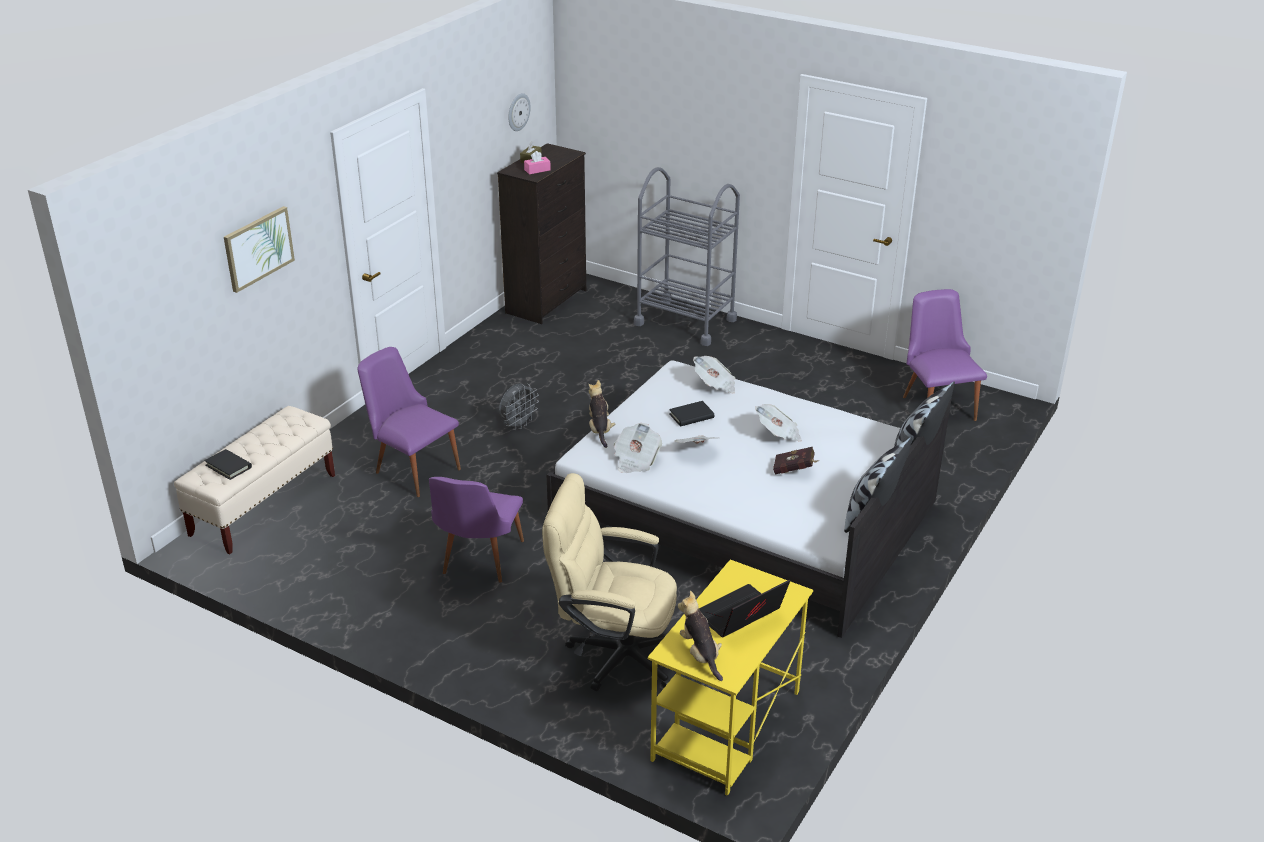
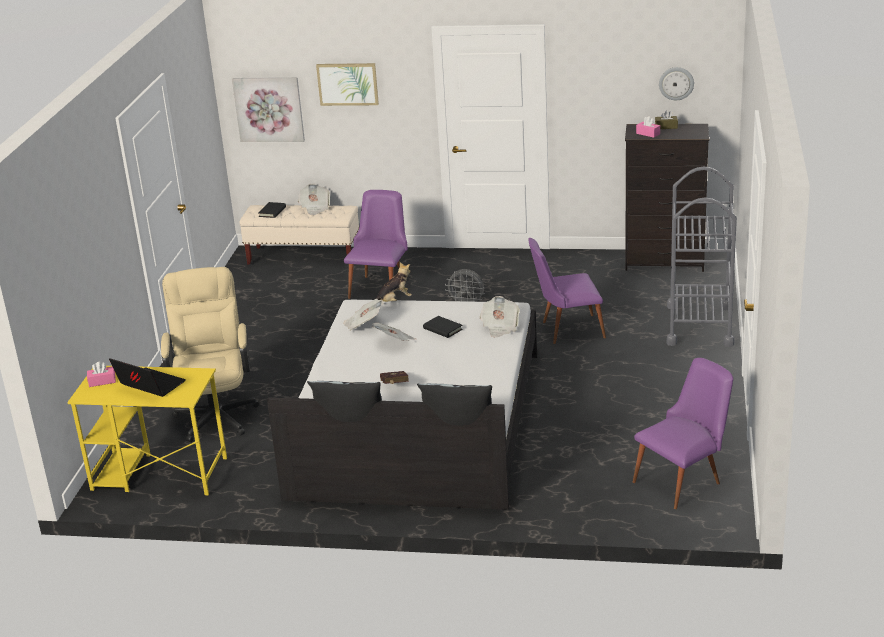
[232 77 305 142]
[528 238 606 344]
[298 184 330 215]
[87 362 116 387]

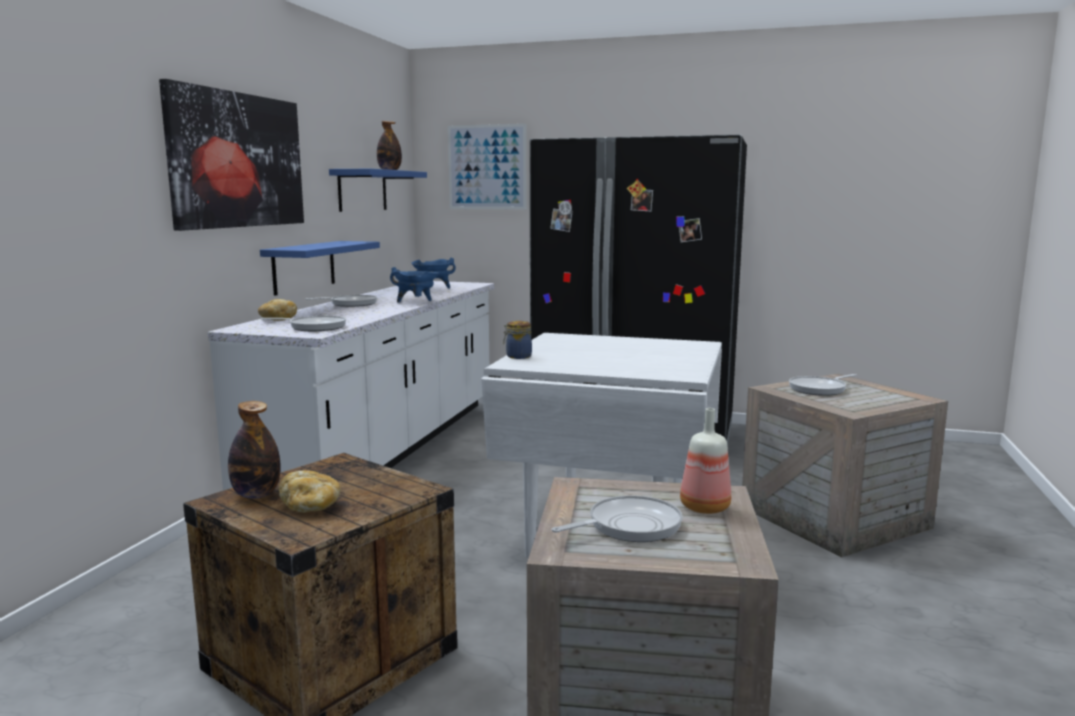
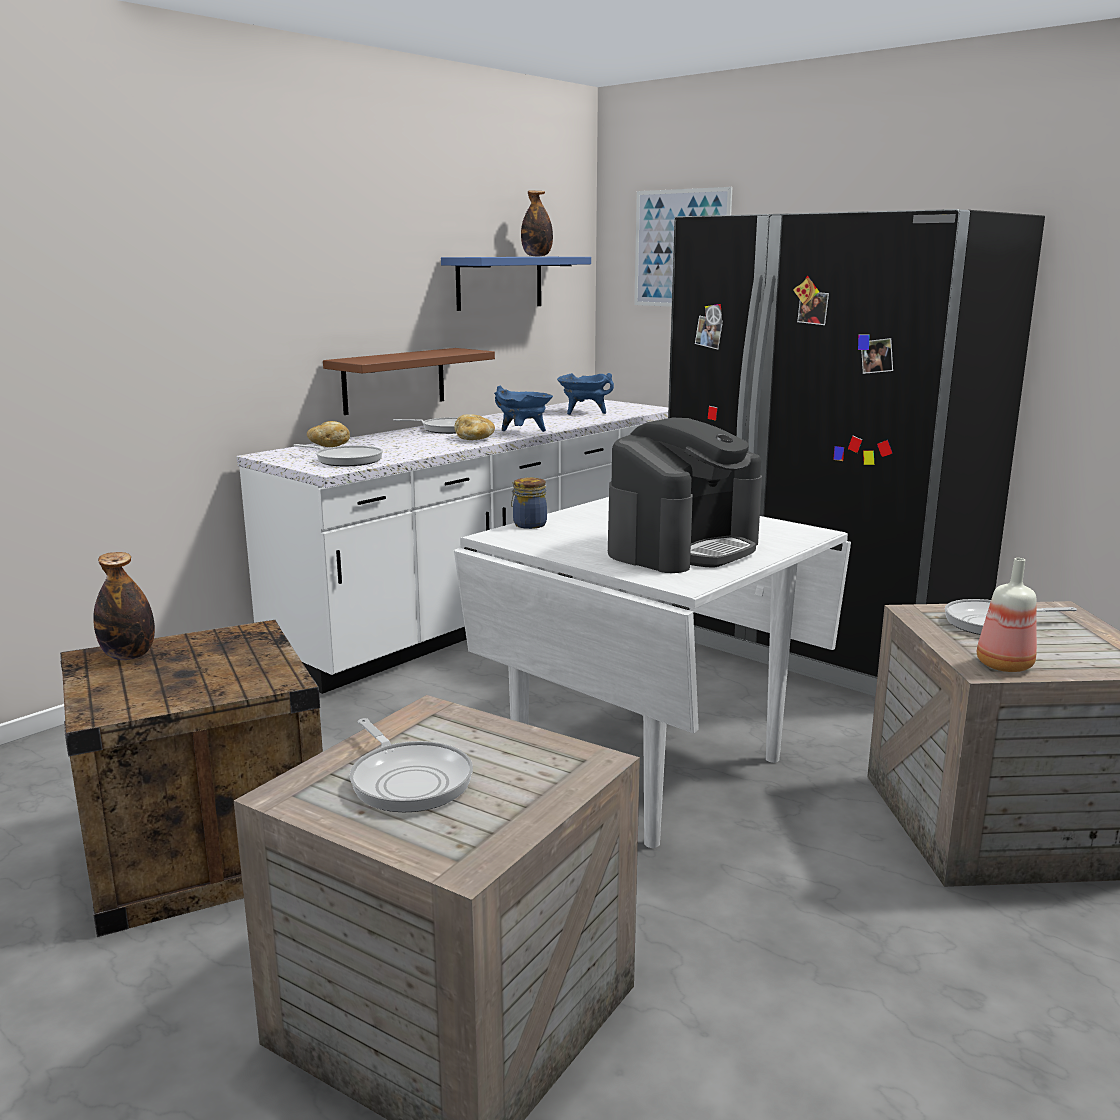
[159 79 304 231] (first image)
[608 418 762 573]
[454 414 495 440]
[977 558 1037 672]
[323 348 495 415]
[350 718 473 812]

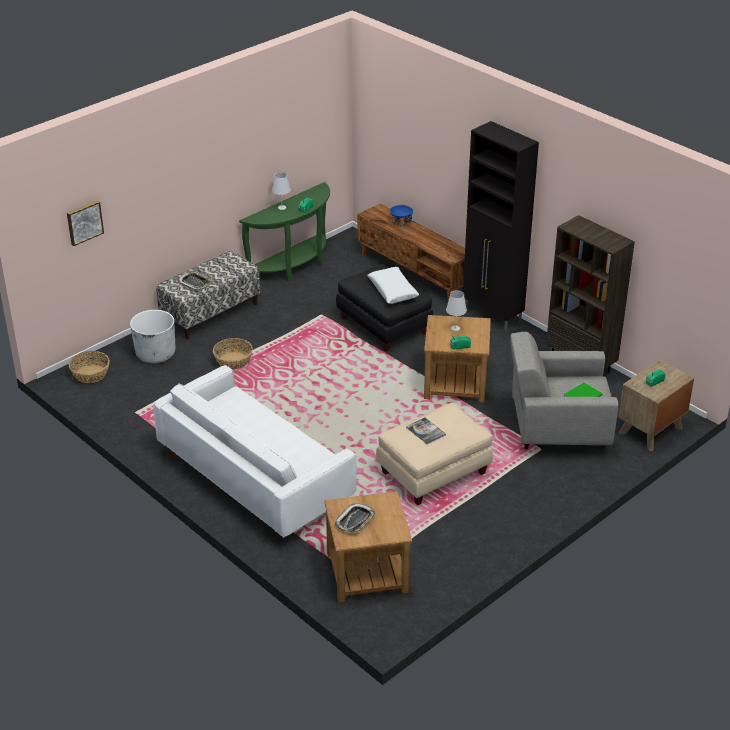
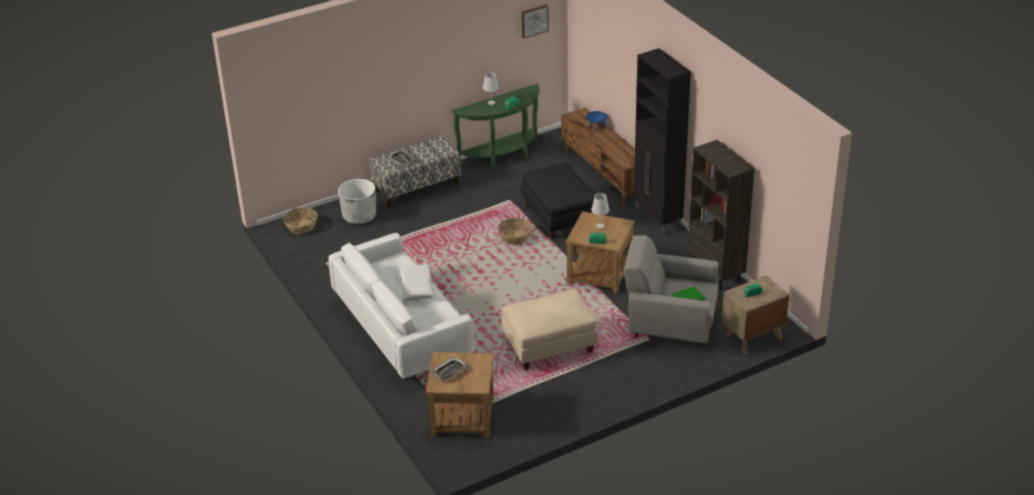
[406 418 446 444] (first image)
[522 4 549 38]
[498 218 532 245]
[399 264 435 301]

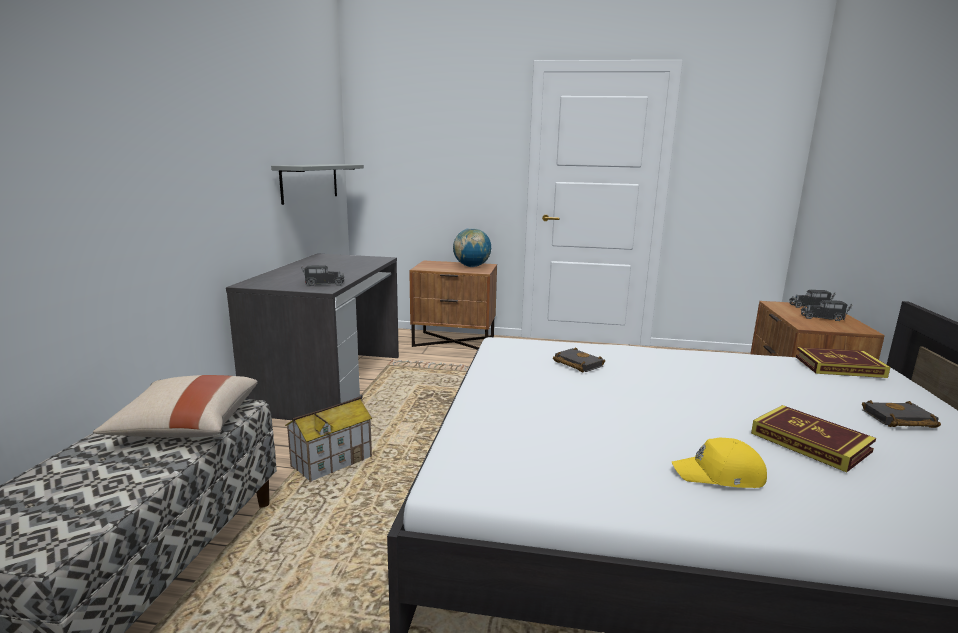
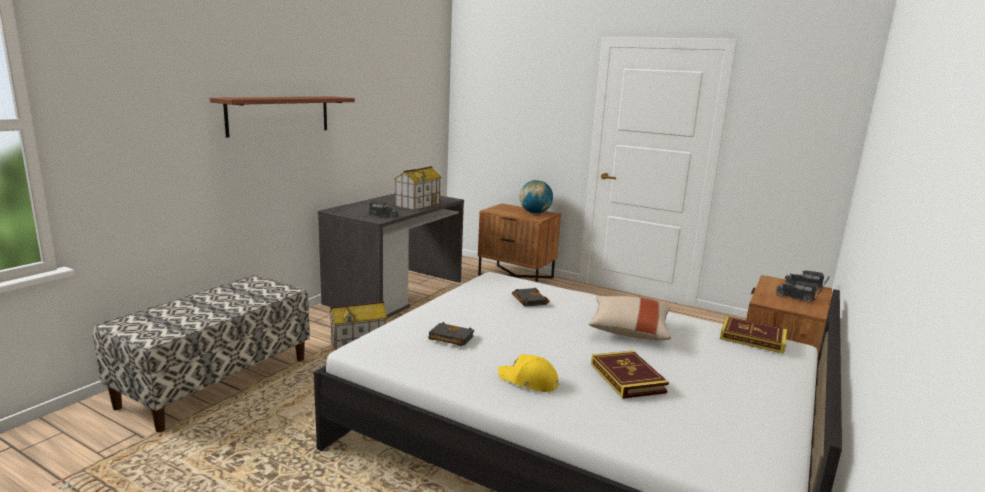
[271 164 364 205] (first image)
[210 97 355 138]
[394 166 442 210]
[588 296 671 340]
[428 322 474 346]

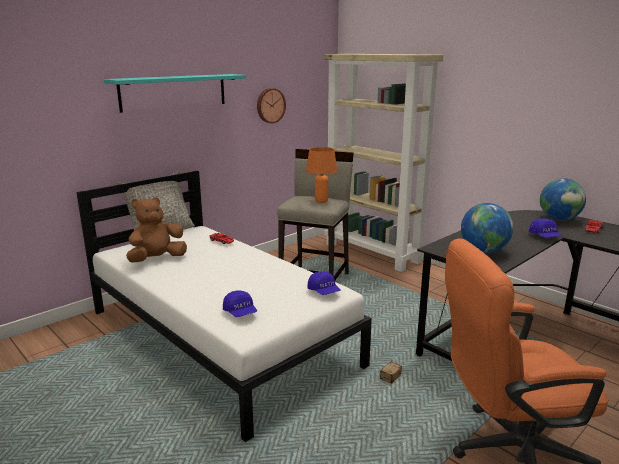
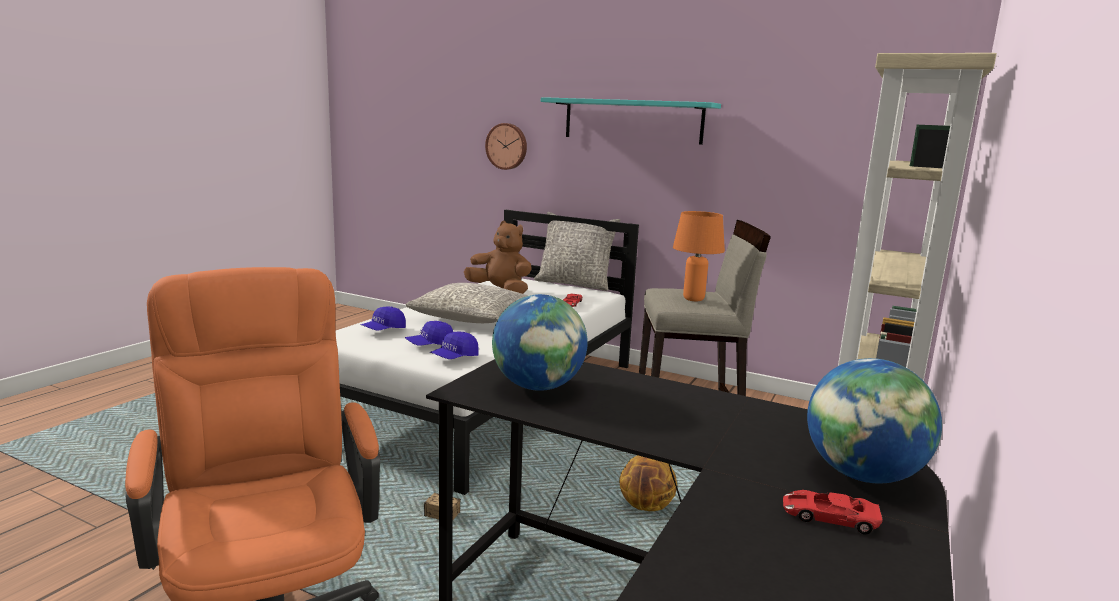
[406 283 529 323]
[619 455 677 511]
[485 123 527 170]
[405 321 453 346]

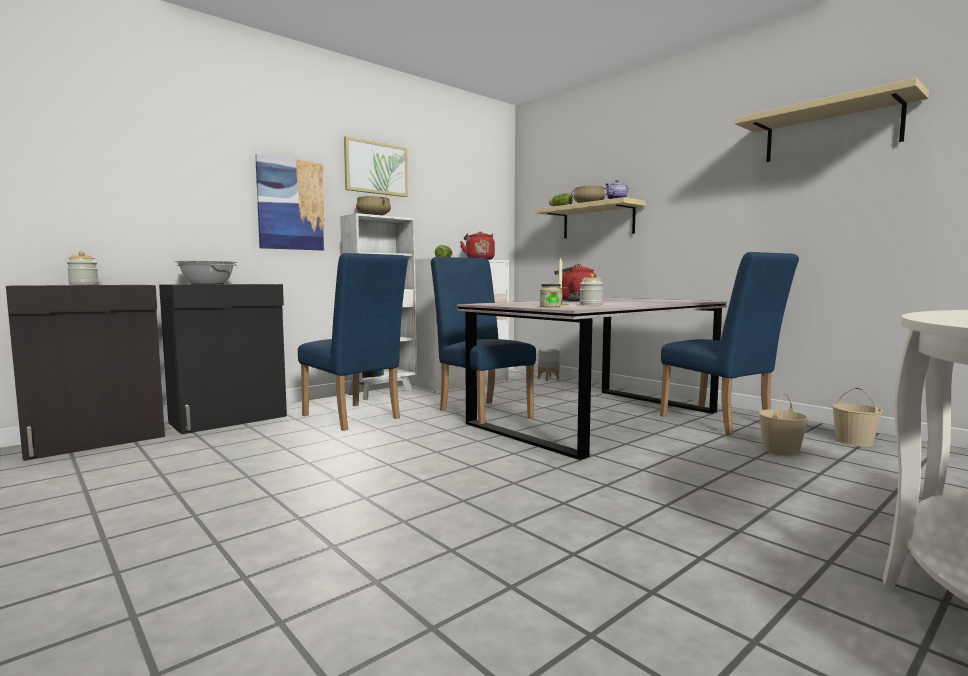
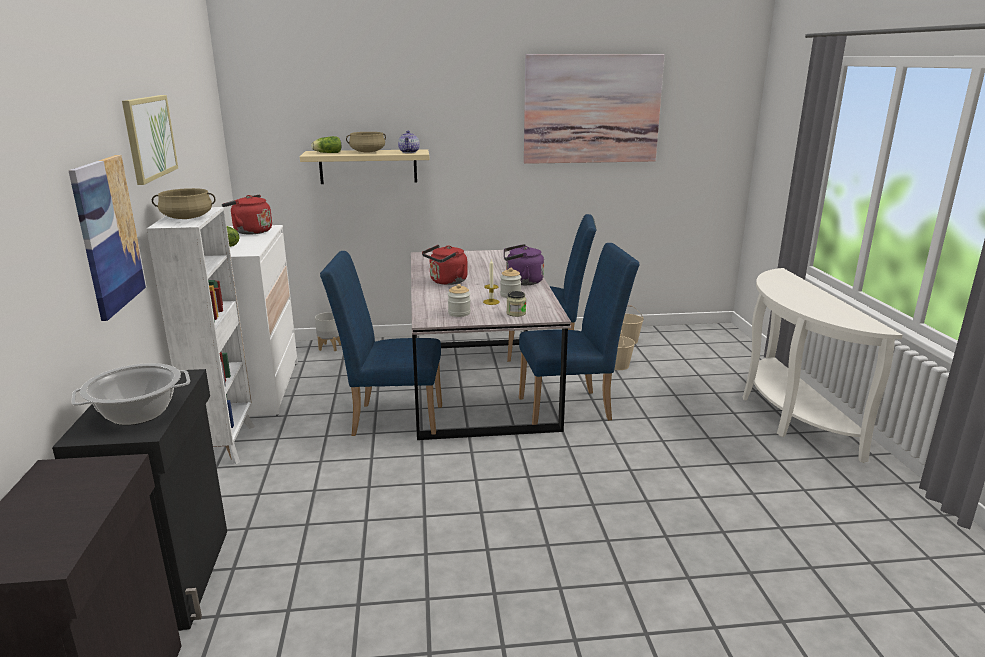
[504 244 544 285]
[448 284 471 317]
[519 243 640 425]
[524 54 665 164]

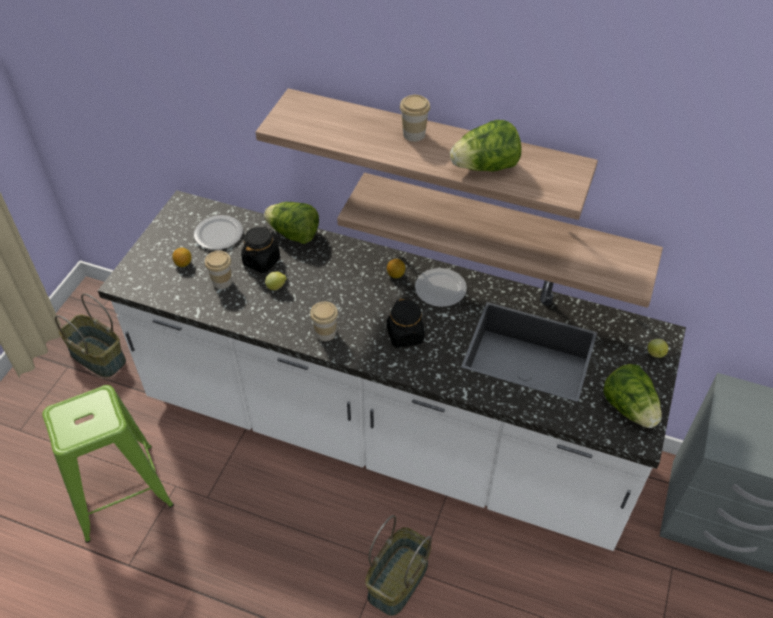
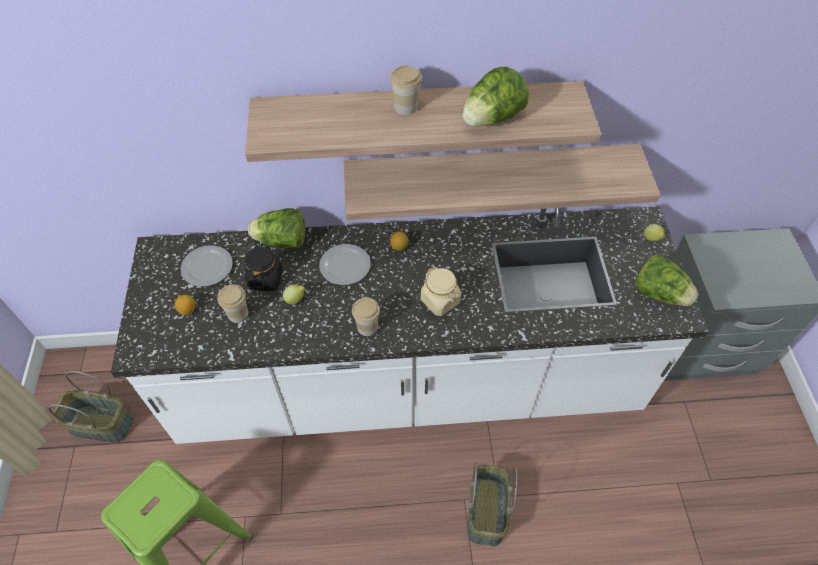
[319 244 370 285]
[421 267 461 316]

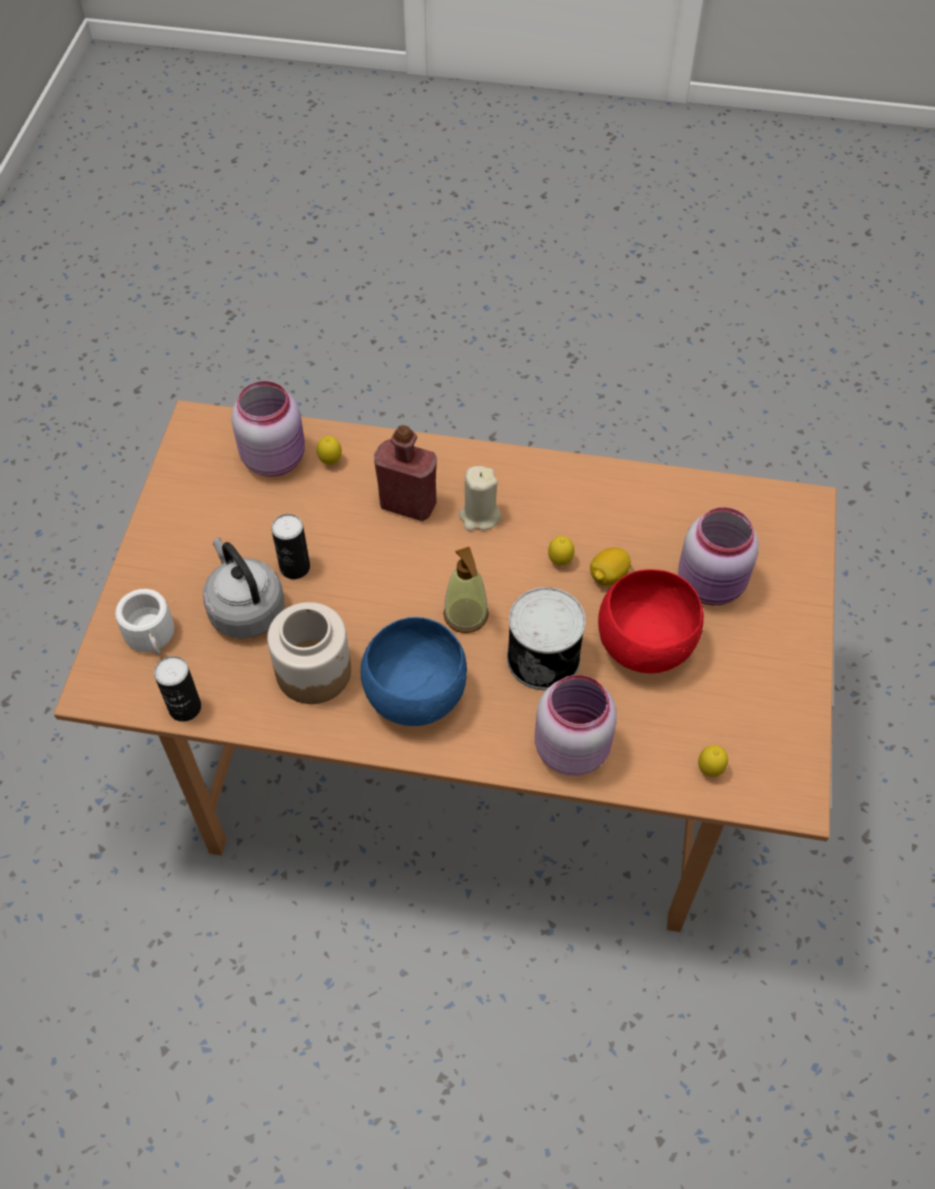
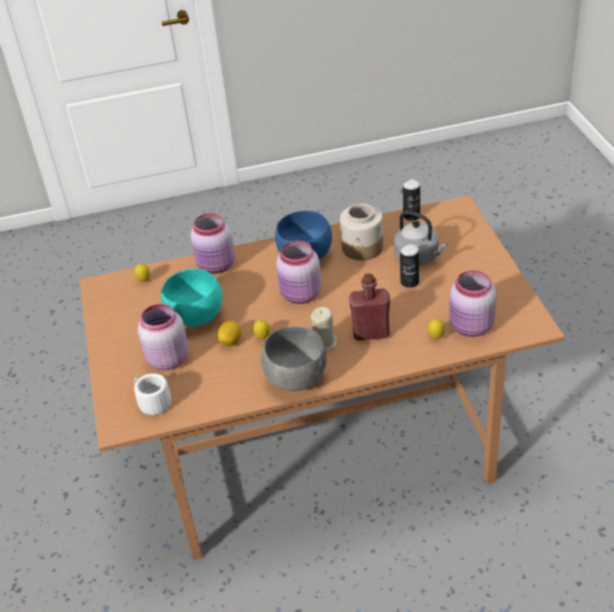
[507 587 586 690] (first image)
[261 327 327 391]
[134 373 172 425]
[276 241 321 304]
[161 269 222 327]

